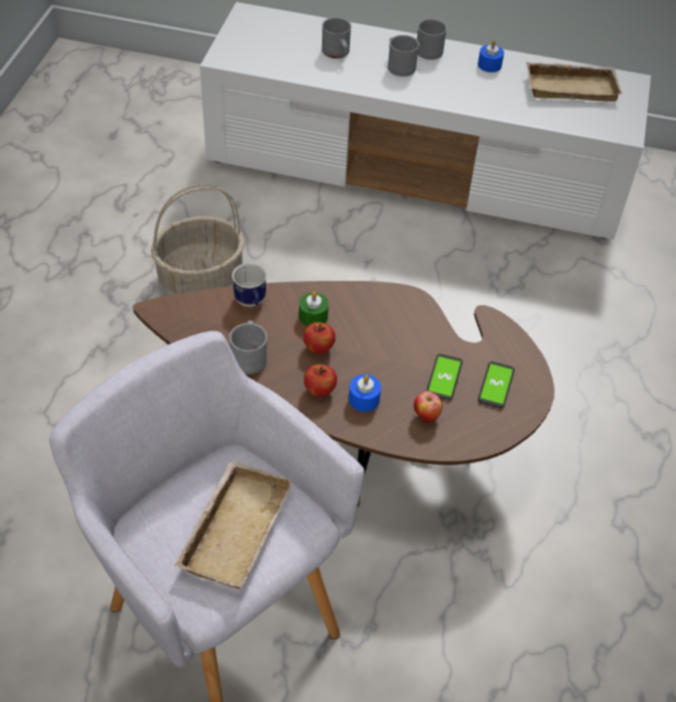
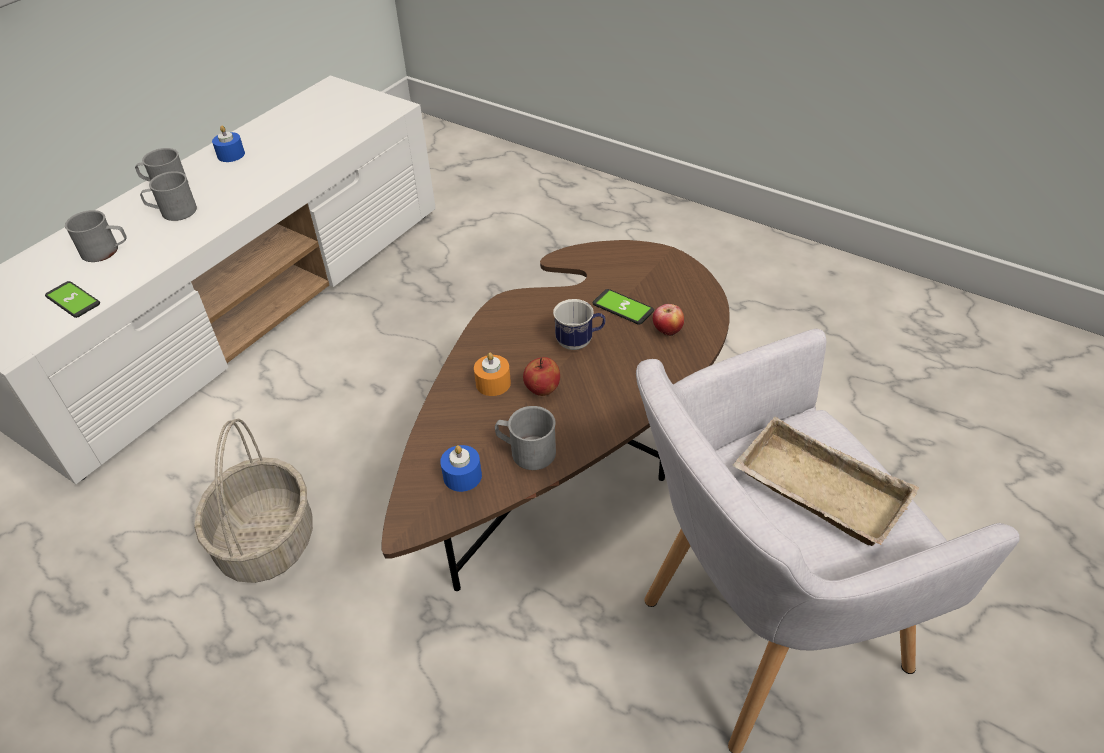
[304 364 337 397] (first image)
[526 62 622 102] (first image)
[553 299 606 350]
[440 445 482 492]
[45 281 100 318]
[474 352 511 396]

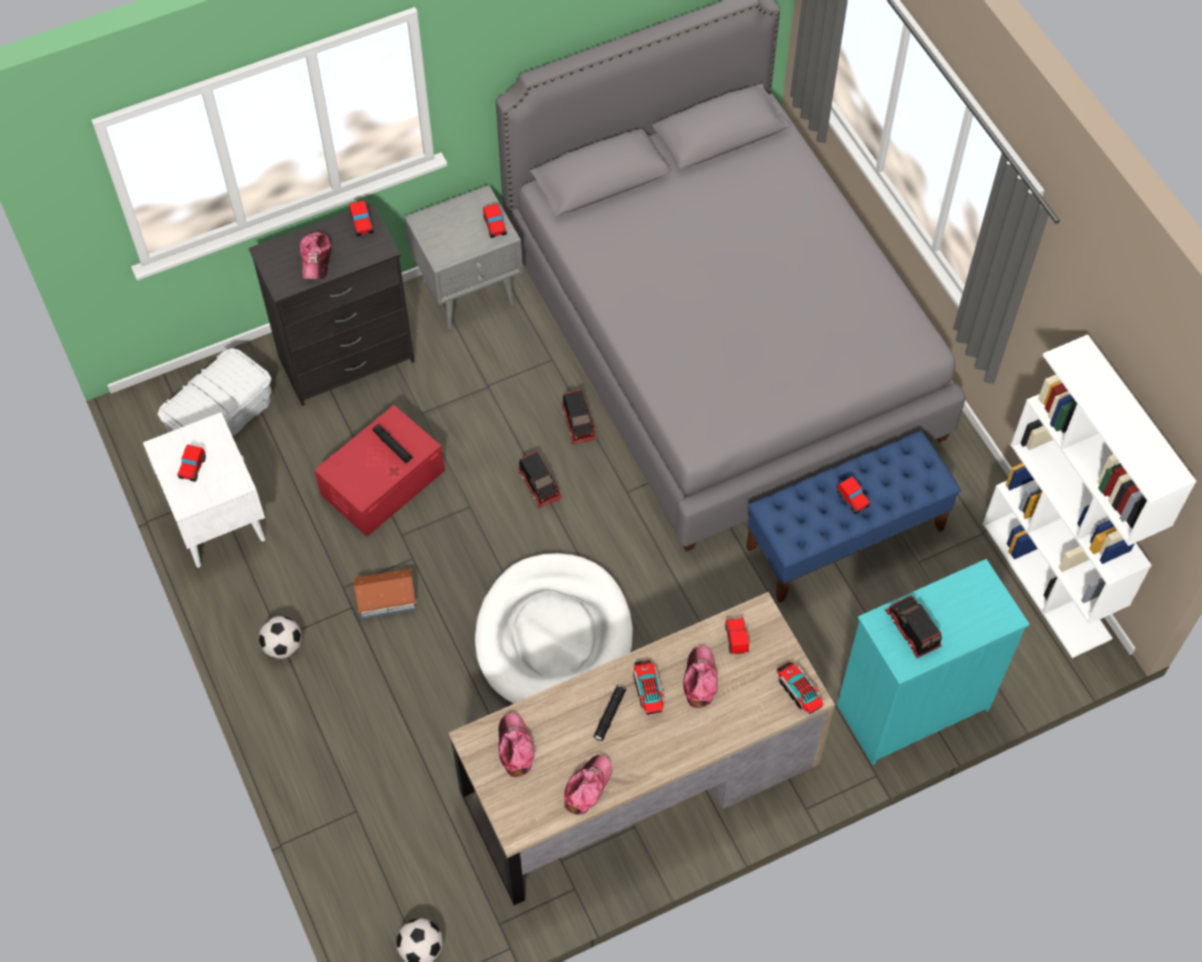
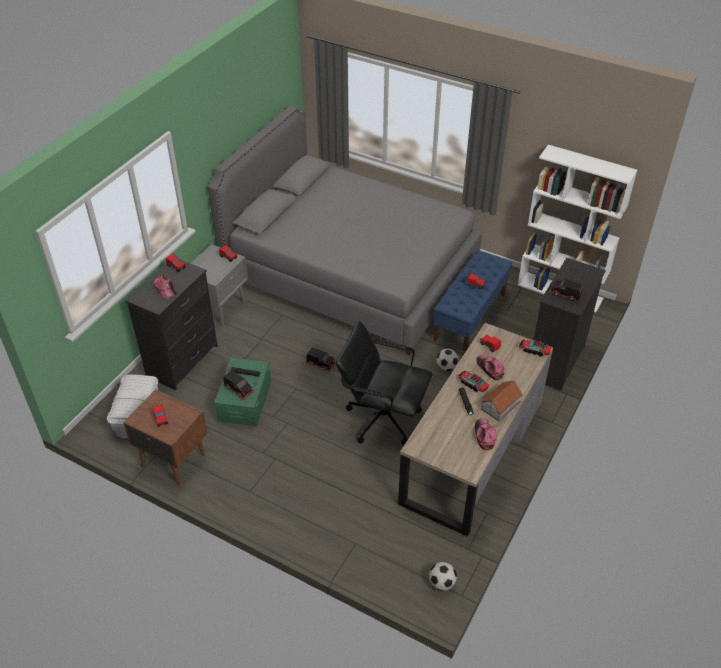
[499 713 535 777] (first image)
[436 349 459 371]
[481 381 523 421]
[223 370 254 400]
[336 321 432 445]
[123 389 208 485]
[214 358 271 426]
[533 258 606 391]

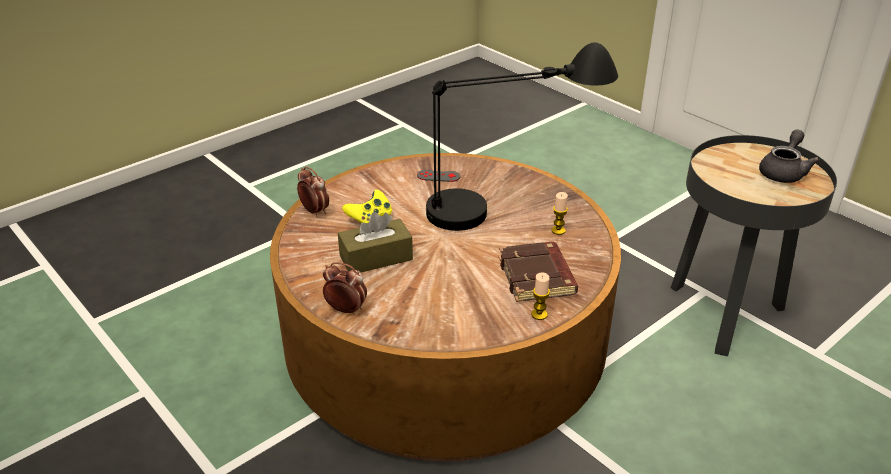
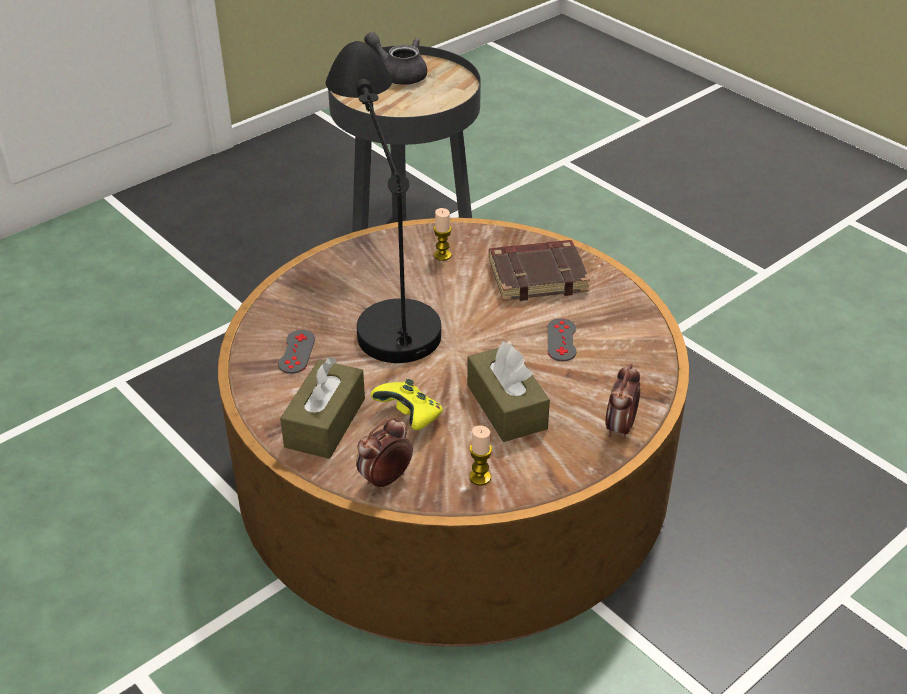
[280 357 365 459]
[548 318 576 361]
[469 425 492 486]

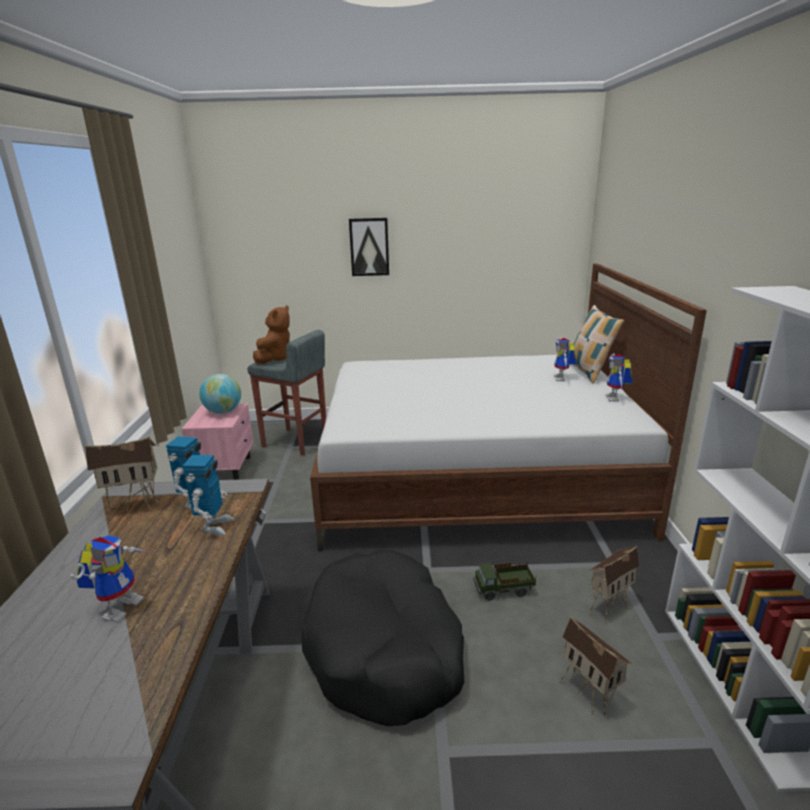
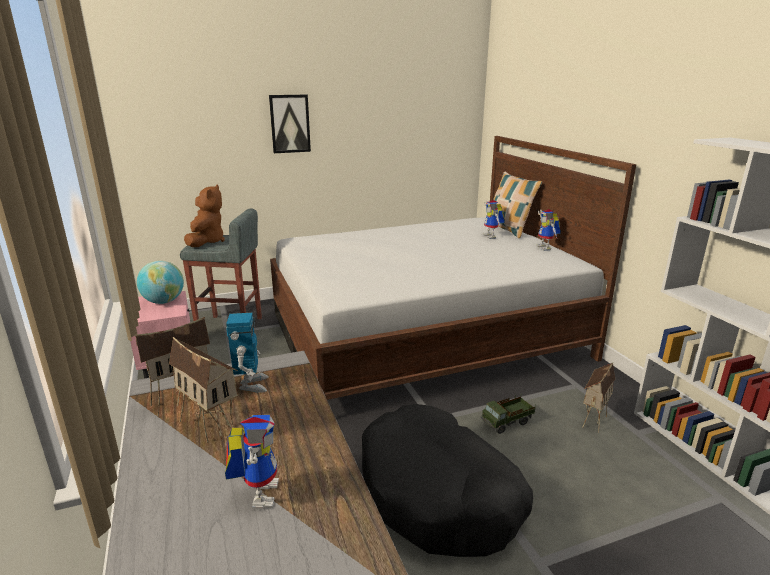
[182 455 235 536] (first image)
[169 337 238 443]

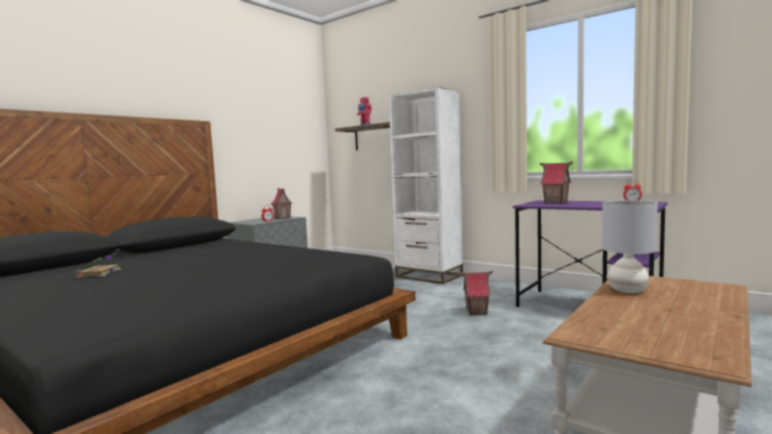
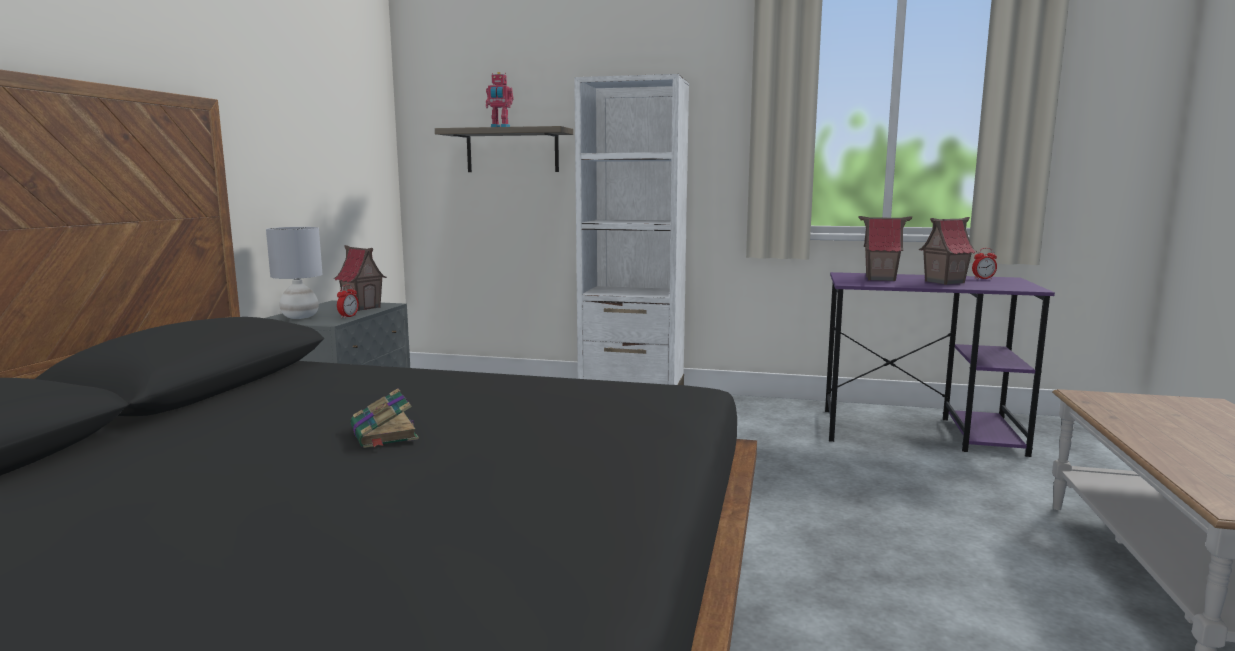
[350 388 419 448]
[919 217 977 285]
[266 227 323 319]

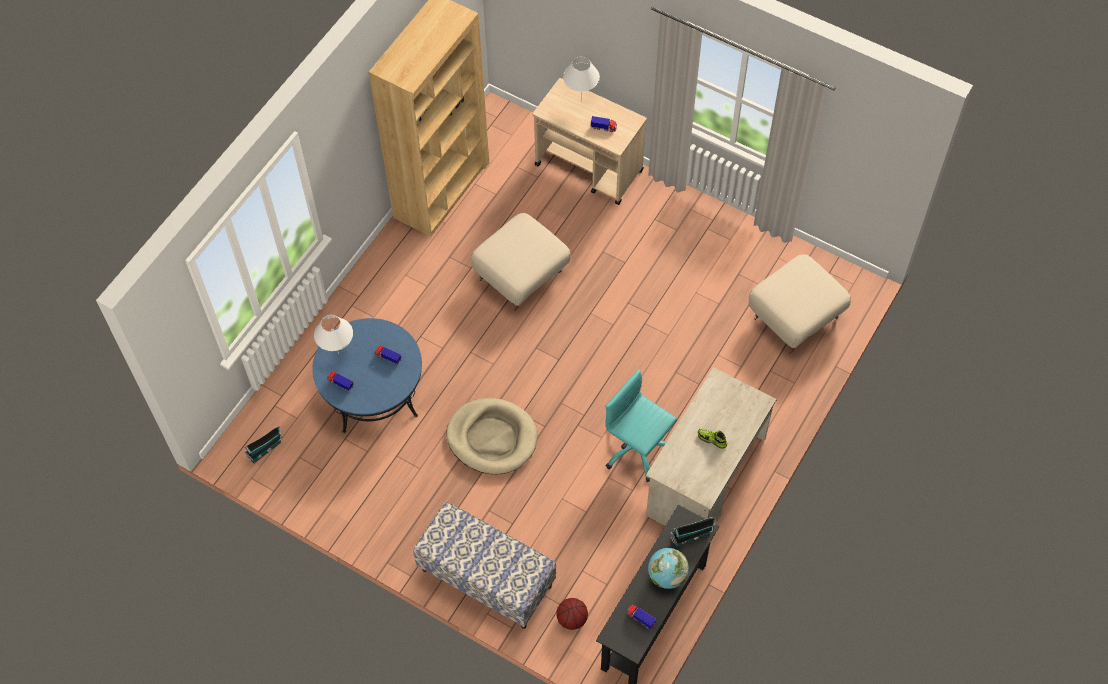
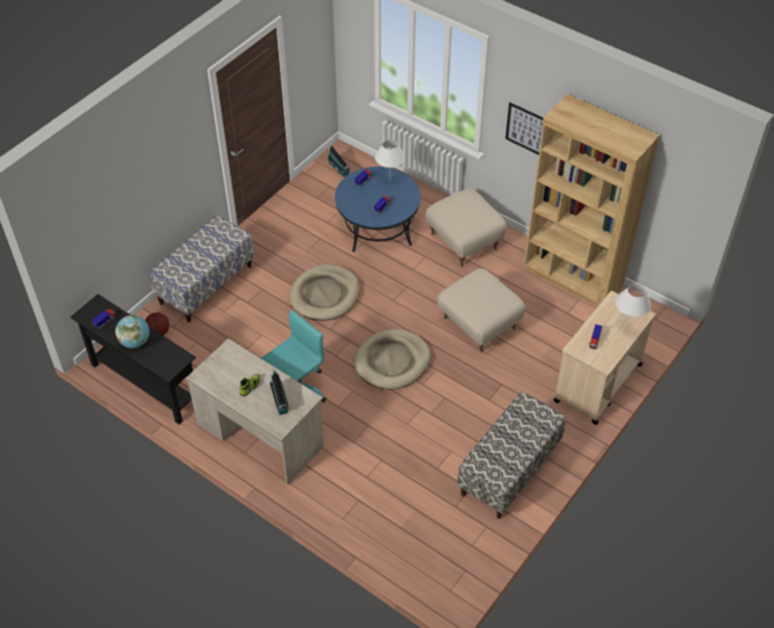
[354 329 430 390]
[457 392 566 519]
[505 103 543 155]
[270 370 289 415]
[425 188 507 267]

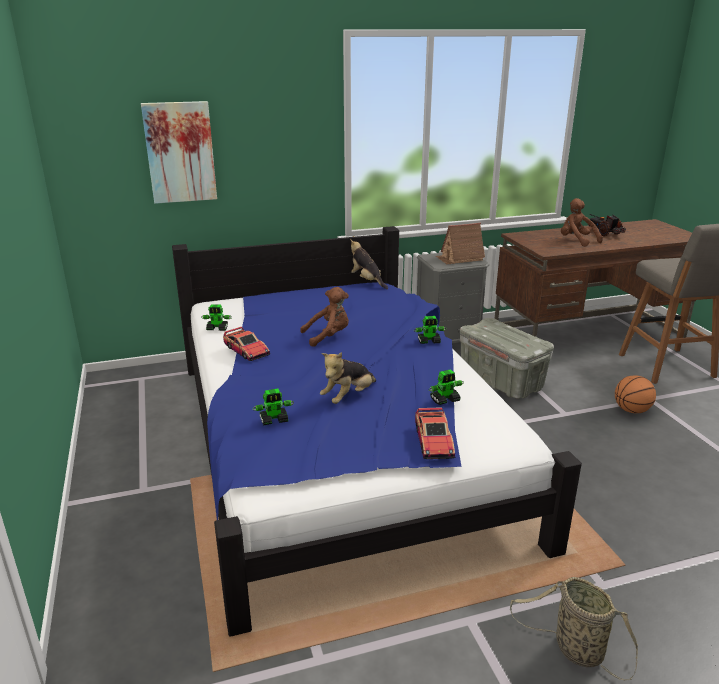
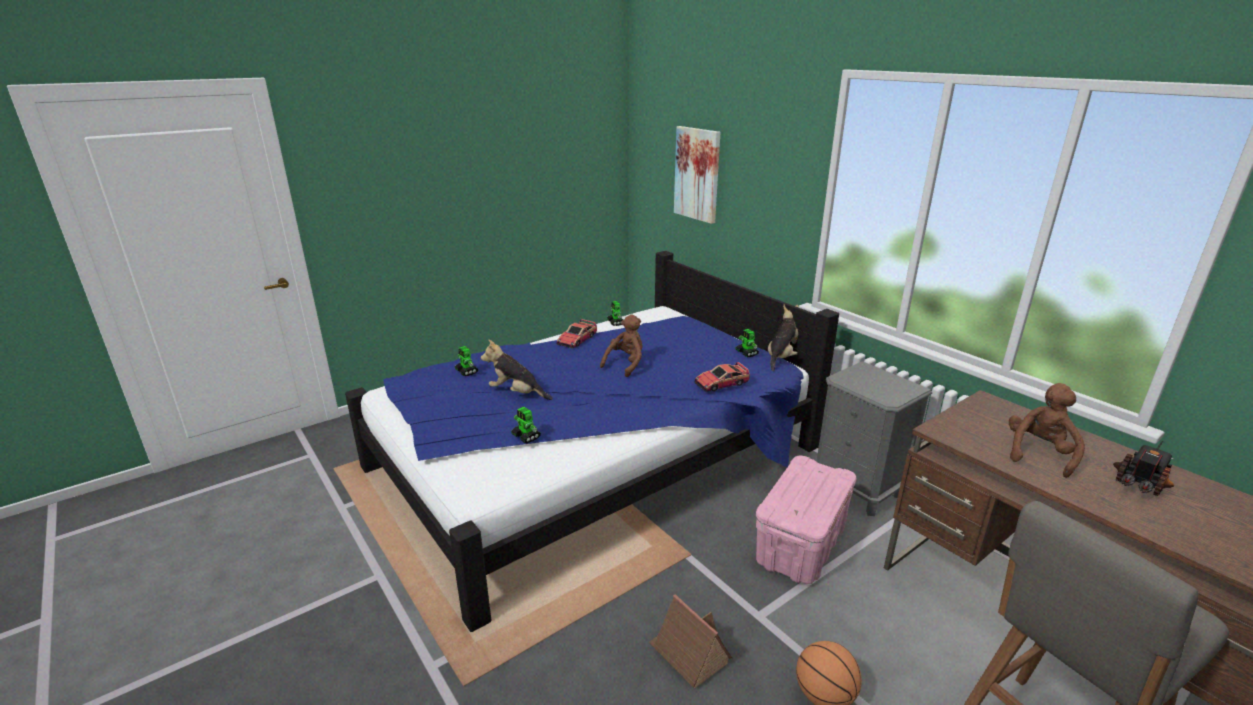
[510 577 638 681] (first image)
[735 329 759 357]
[694 362 750 392]
[649 594 732 689]
[756 456 857 584]
[600 315 643 377]

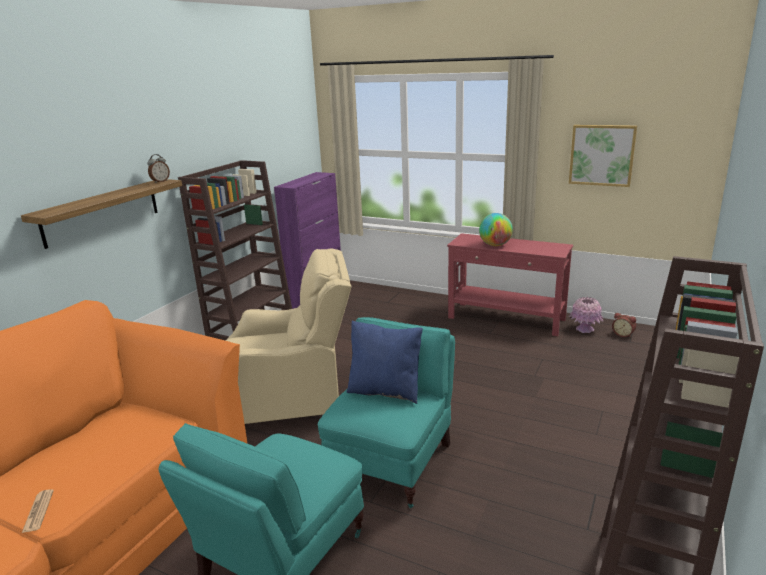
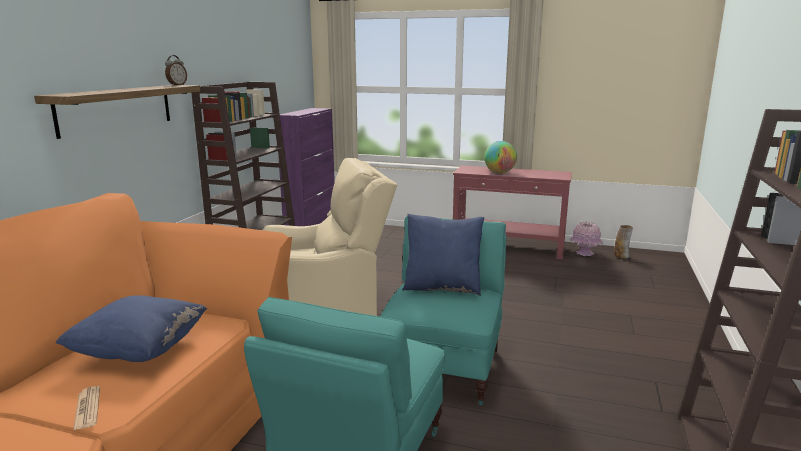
[569 125 637 187] (first image)
[55 295 207 362]
[614 225 633 258]

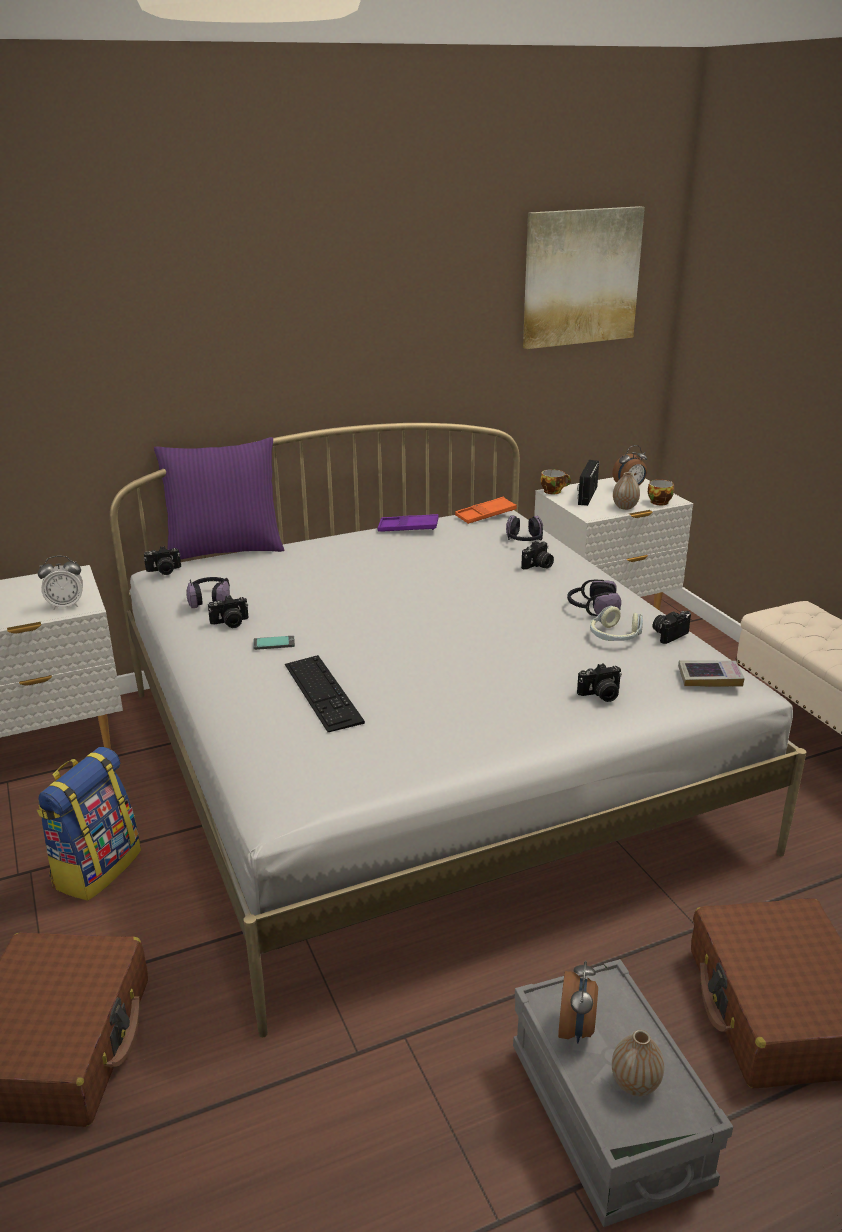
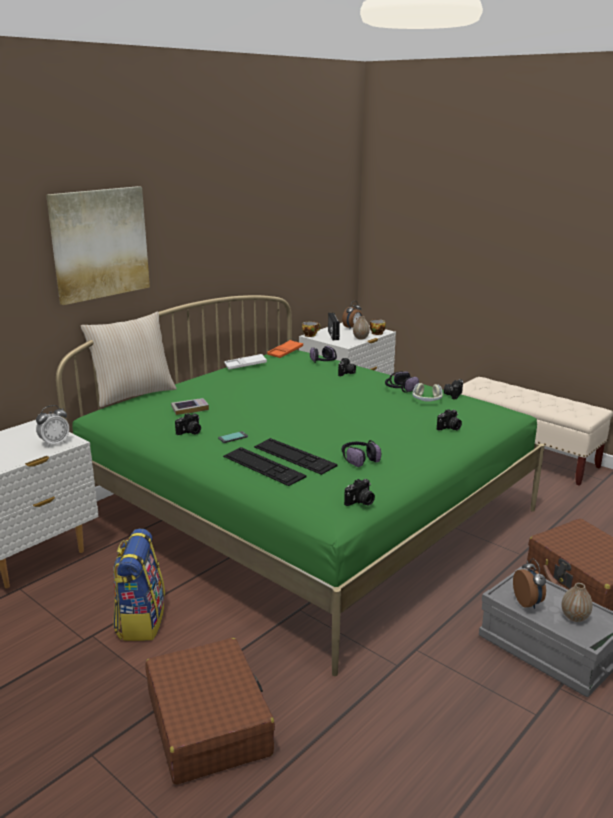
[223 447 307 486]
[344 479 375 506]
[342 440 381 467]
[46 186 150 305]
[171 398 209 415]
[56 295 545 676]
[81 312 177 407]
[224 354 267 369]

